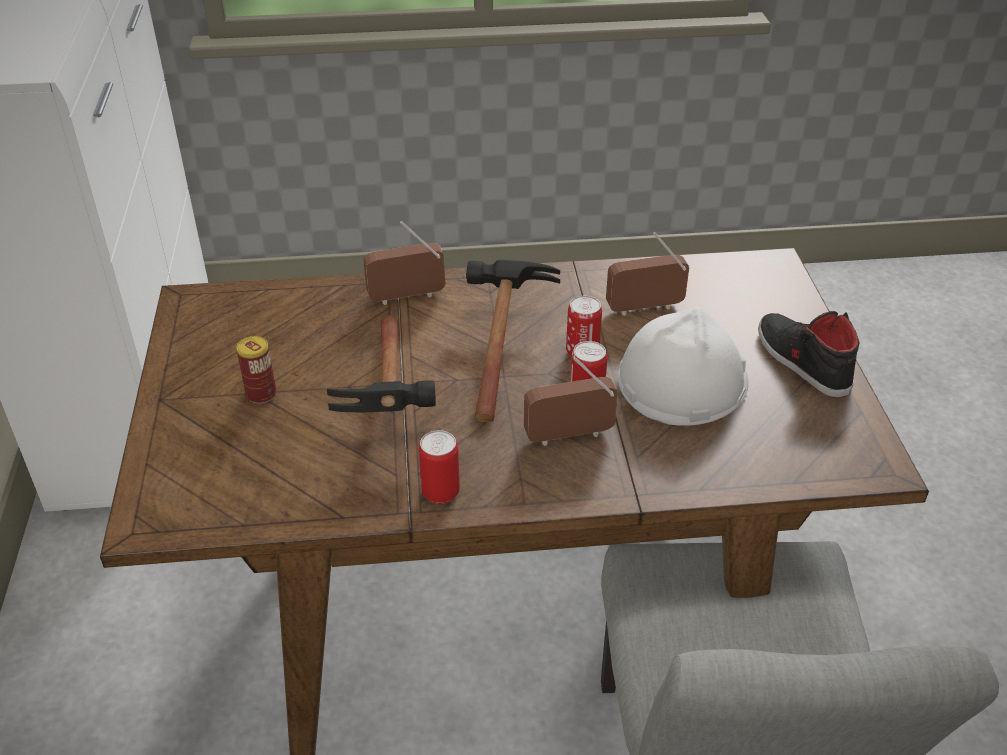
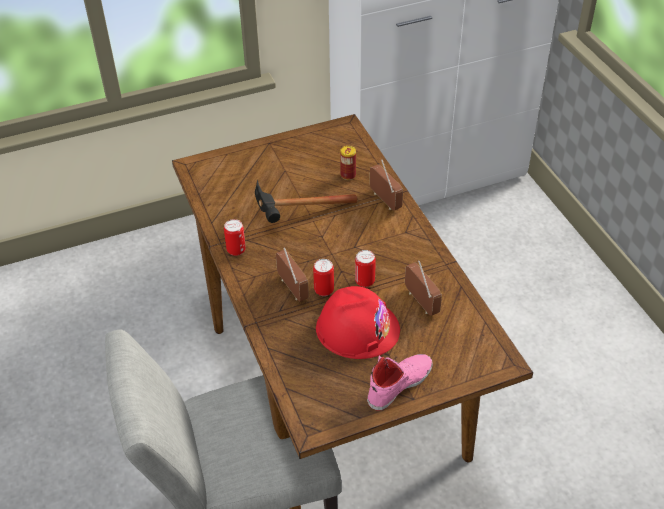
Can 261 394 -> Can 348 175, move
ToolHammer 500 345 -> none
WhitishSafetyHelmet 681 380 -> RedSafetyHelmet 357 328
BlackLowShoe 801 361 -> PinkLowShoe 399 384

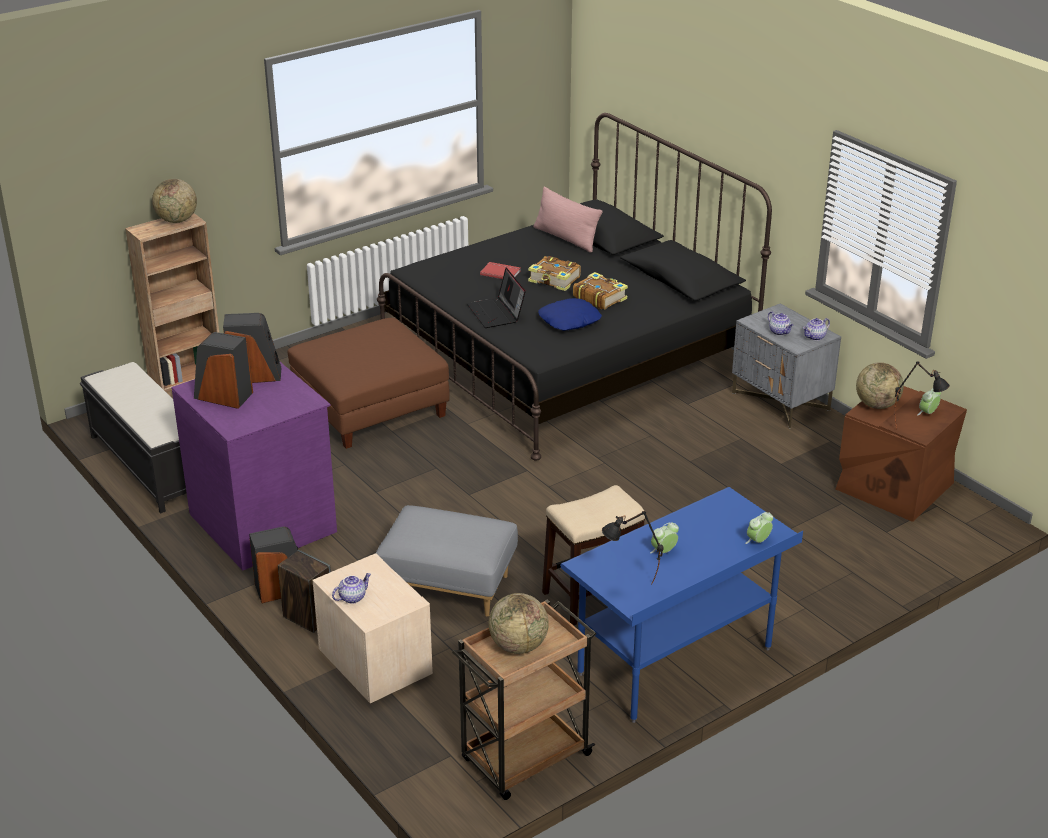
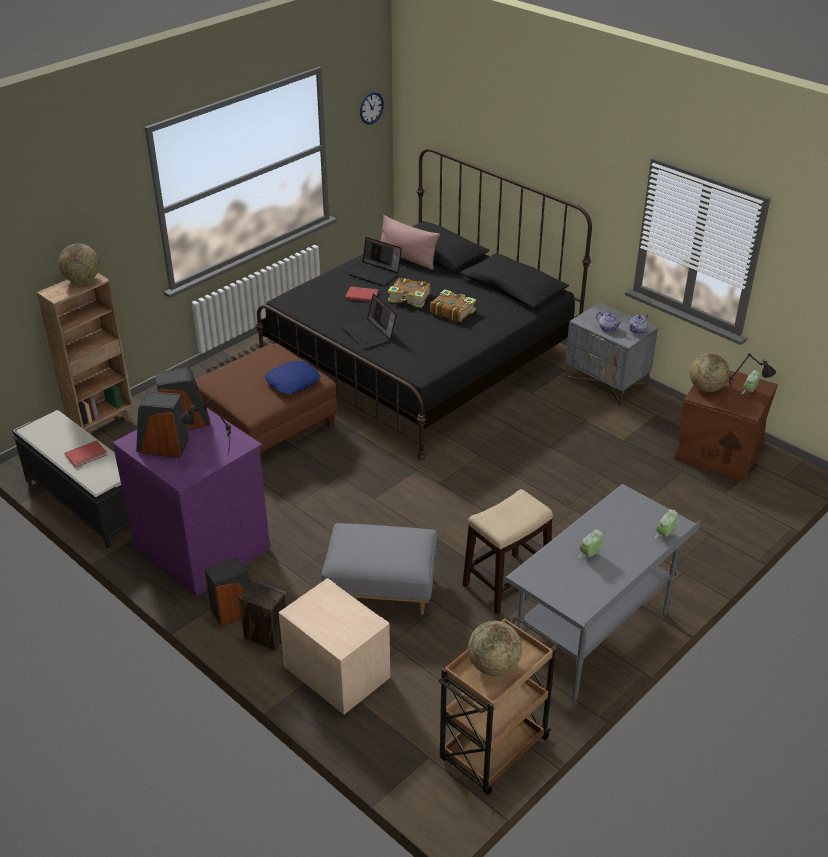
PotForTea 352 597 -> none
BlueColouredCushion 570 321 -> BlueColouredCushion 293 382, move
BlueColouredDeskTable 675 662 -> GreyDeskTable 592 638
BlackTableLamp 630 587 -> BlackTableLamp 210 460, move
none -> RedBook 86 455
none -> NotebookComputer 376 273
none -> WallClock 371 108

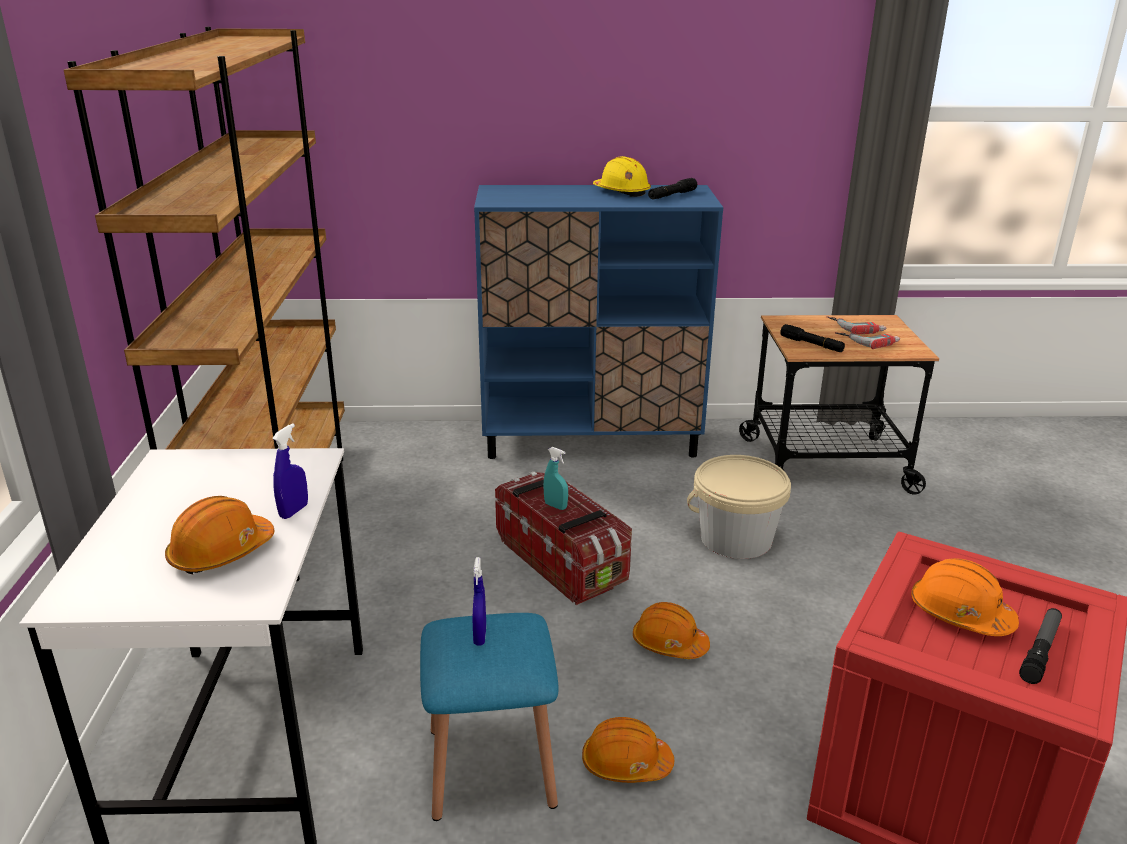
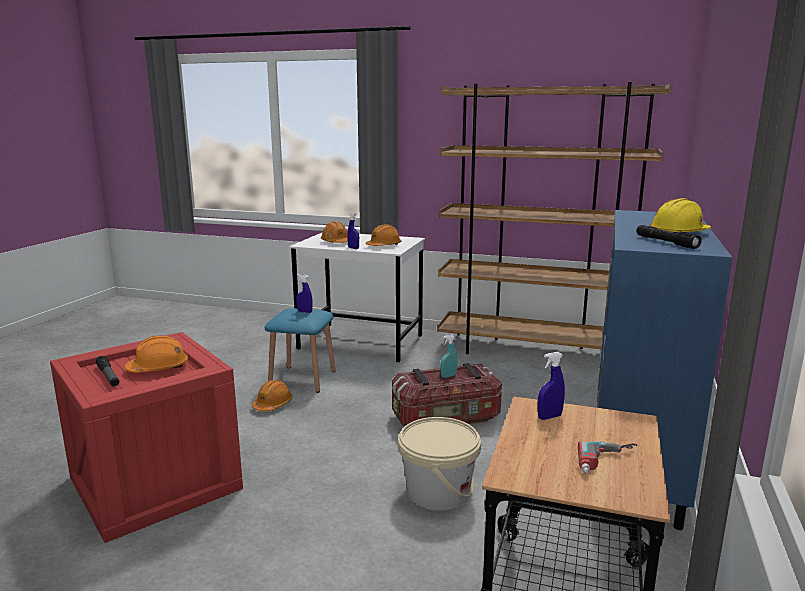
OrangeSafetyHelmet 669 644 -> OrangeSafetyHelmet 384 246, move
BlackFlashlight 811 344 -> BlueColouredSprayBottle 549 417
ElectricDrill 867 340 -> none

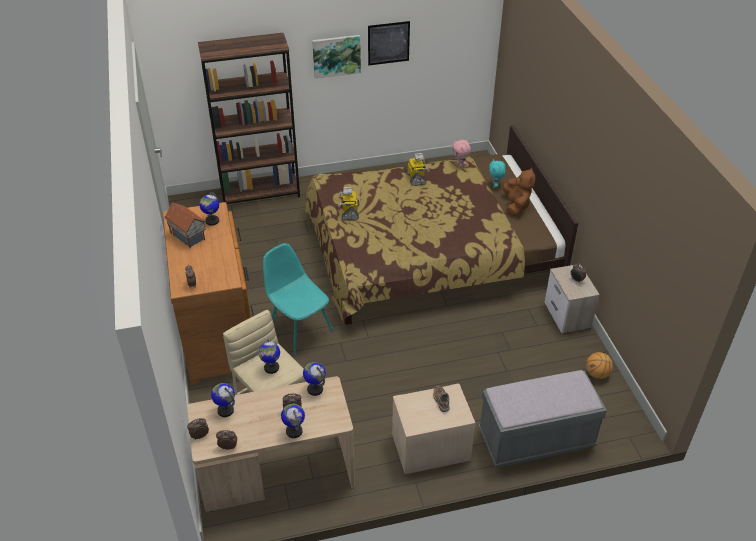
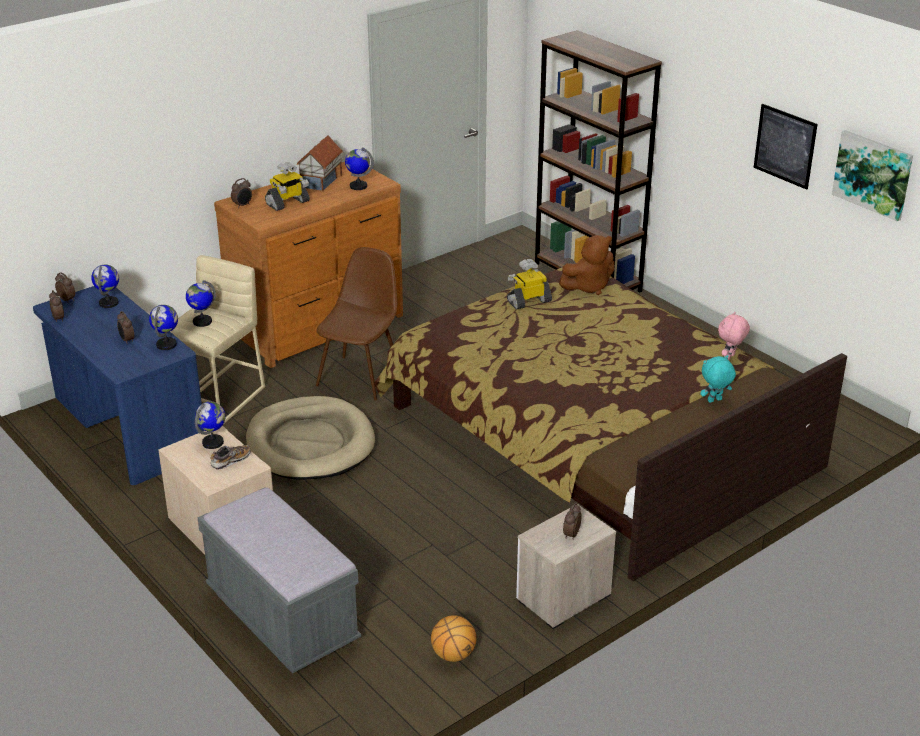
BeigeDeskTable 277 475 -> BlueColouredDeskTable 127 428
TurquoiseColouredUprightChair 299 330 -> BrownUprightChair 360 377
Globe 294 431 -> Globe 213 442, move
WallPicture 336 56 -> WallPicture 873 174, move
ModelRobot 416 178 -> ModelRobot 288 203, move
BrownSoftToy 516 206 -> BrownSoftToy 588 287, move
none -> BeigeDogCushion 310 444

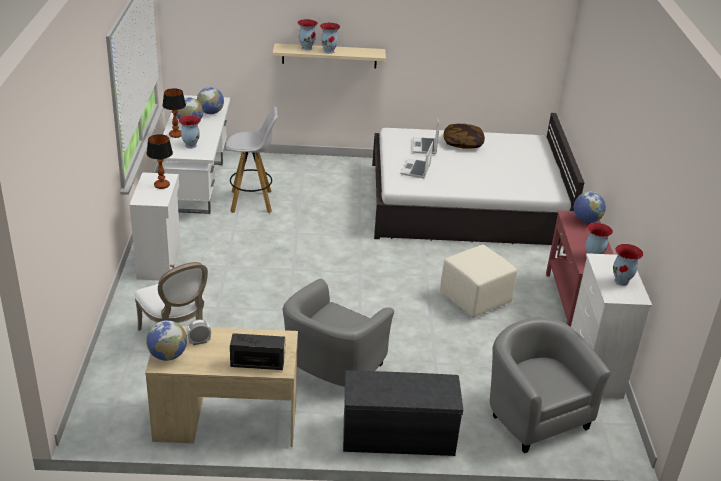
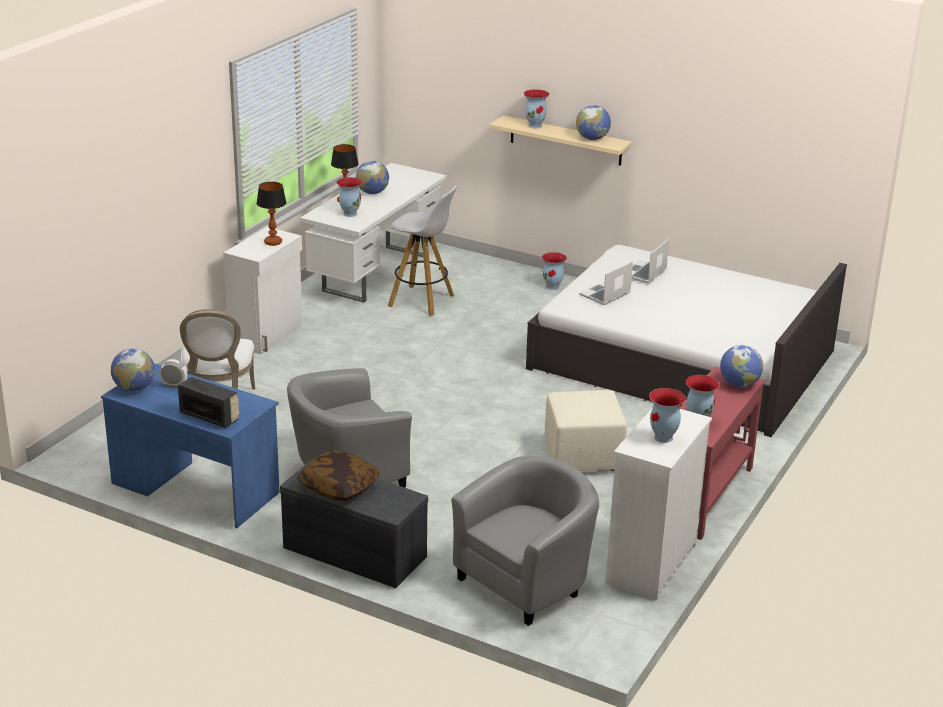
BeigeDeskTable 226 421 -> BlueColouredDeskTable 195 488
Globe 210 113 -> Globe 592 139, move
FlowerVase 329 51 -> FlowerVase 553 287, move
Cushion 463 143 -> Cushion 338 487, move
GreyLoungeChair 534 415 -> GreyLoungeChair 527 582, 45 degrees clockwise

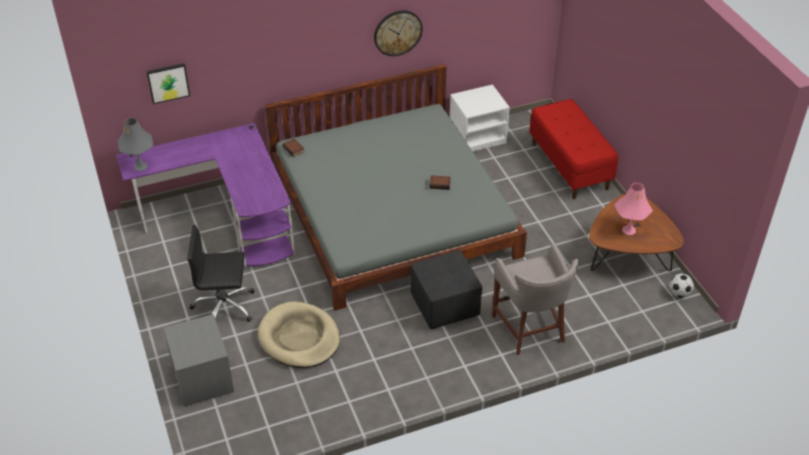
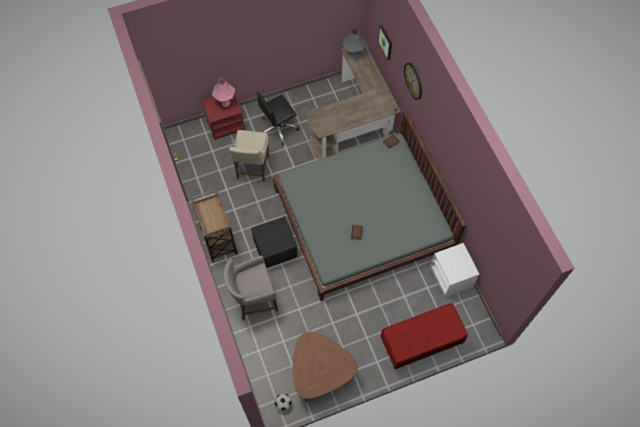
PurplishDeskTable 227 218 -> BrownDeskTable 355 122
GreyNightstand 201 378 -> RedNightstand 225 123
BlackOfficeChair 224 307 -> BlackOfficeChair 278 129, 120 degrees counterclockwise
BeigeDogCushion 299 338 -> BeigeUprightChair 252 169
WallClock 397 32 -> WallClock 413 81, move
PinkTableLamp 629 230 -> PinkTableLamp 225 103, move
none -> BrownTrolley 218 239

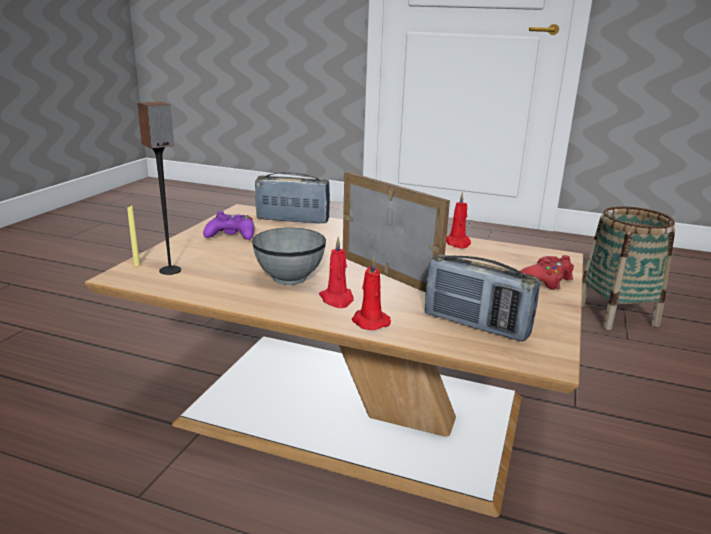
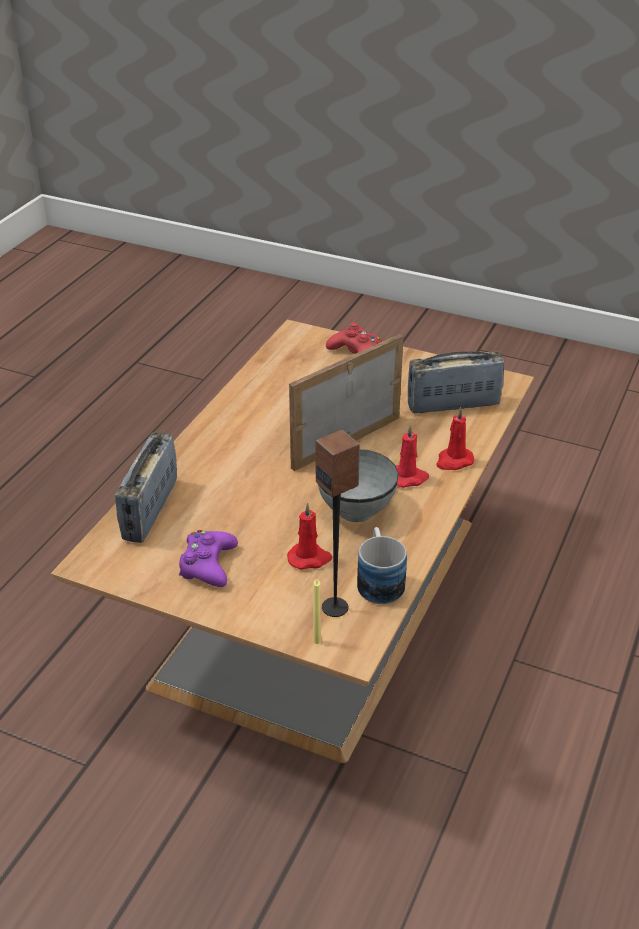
RadioReceiver 476 325 -> RadioReceiver 453 405, 135 degrees counterclockwise
RedWaxCandle 457 243 -> RedWaxCandle 310 558, move
HouseholdBasket 616 315 -> none
none -> Mug 379 580

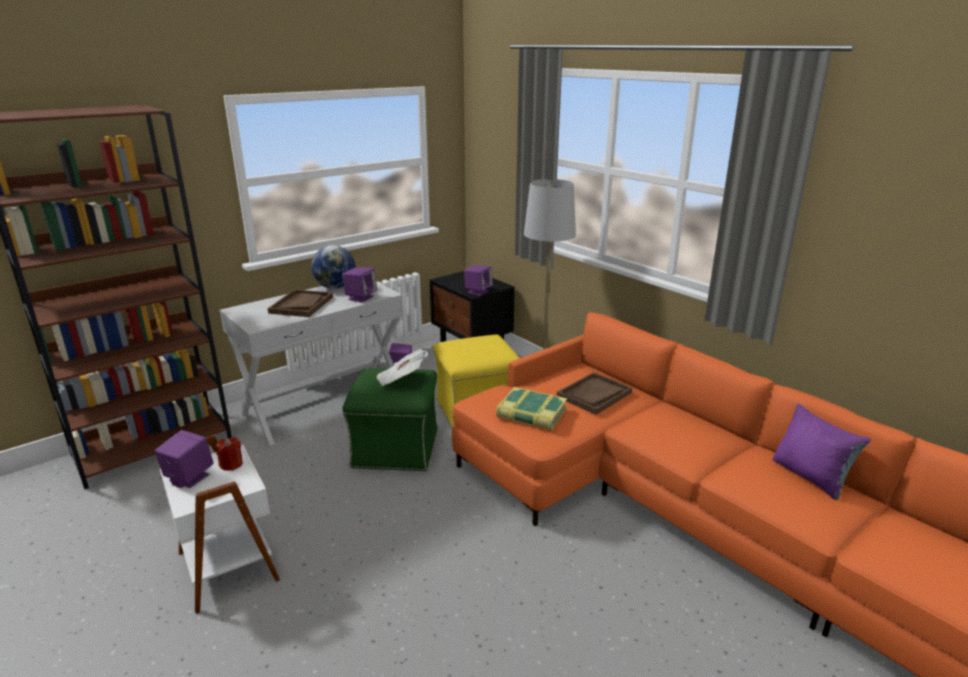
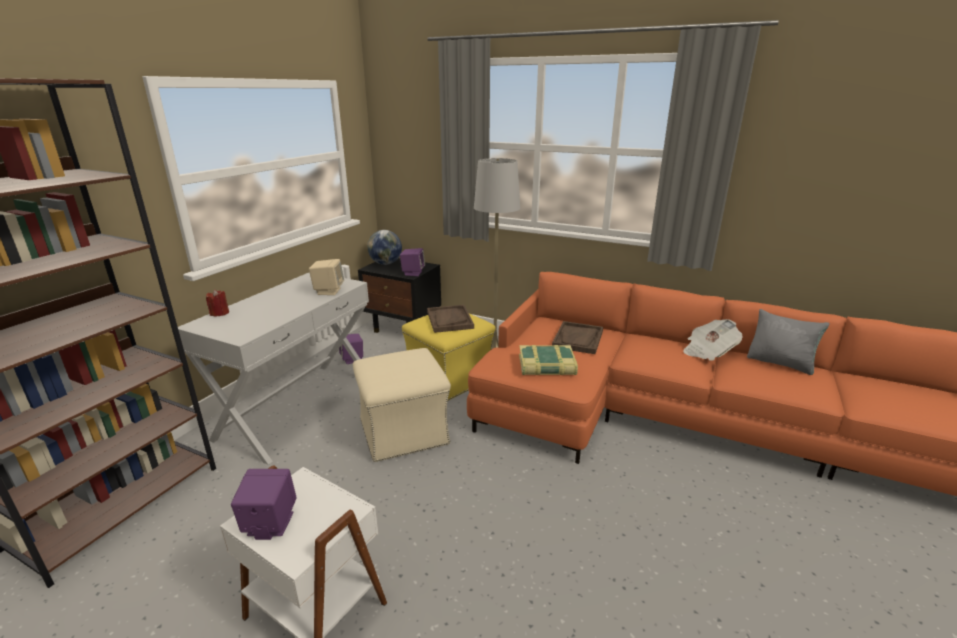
RedWaxCandle 231 464 -> RedWaxCandle 220 313, move
BrownServingTray 301 305 -> BrownServingTray 449 320, move
Globe 335 287 -> Globe 385 263, move
PurplishLoudspeaker 360 298 -> BeigeLoudspeaker 328 291
GreenOttoman 396 448 -> BeigeOttoman 404 431
Newspaper 401 380 -> Newspaper 708 351, move
PurplishCushion 810 477 -> GreyCushion 780 363

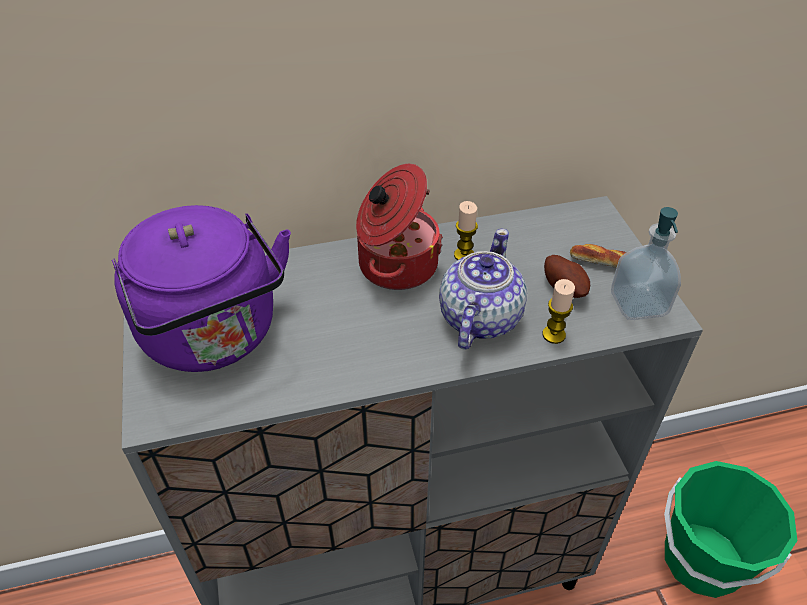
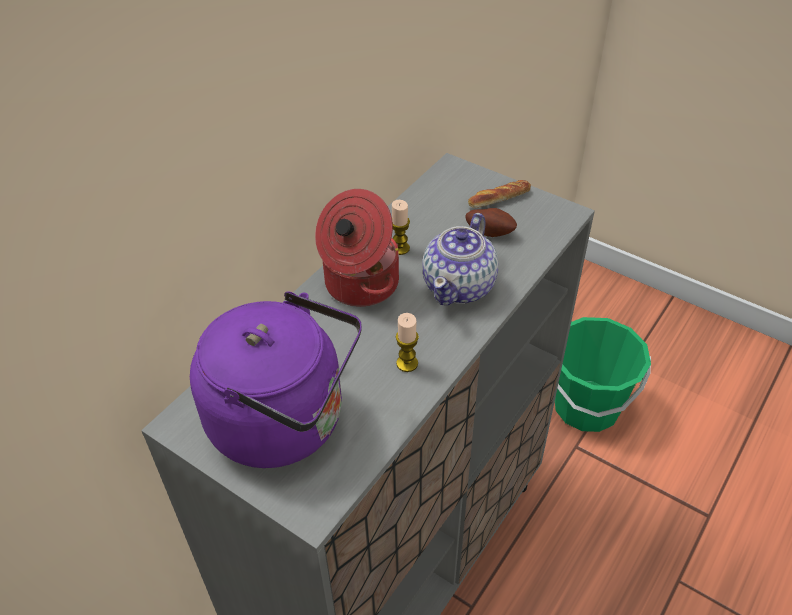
PotForTea 478 318 -> PotForTea 460 286, 135 degrees counterclockwise
WaxCandle 553 335 -> WaxCandle 407 363, move
LiquidSoapBottle 638 304 -> none

